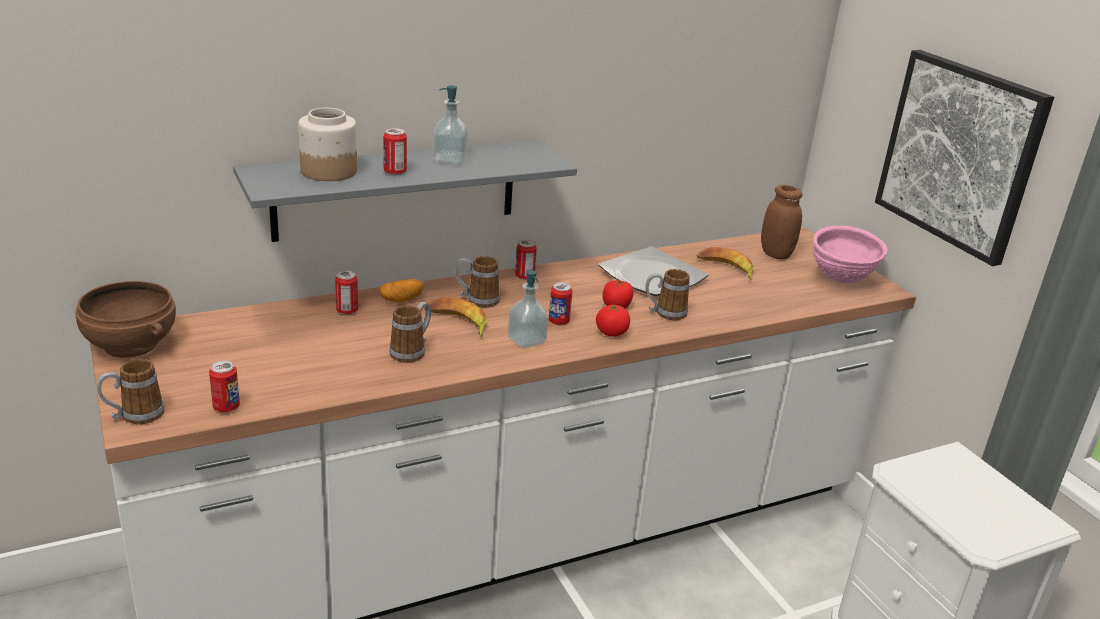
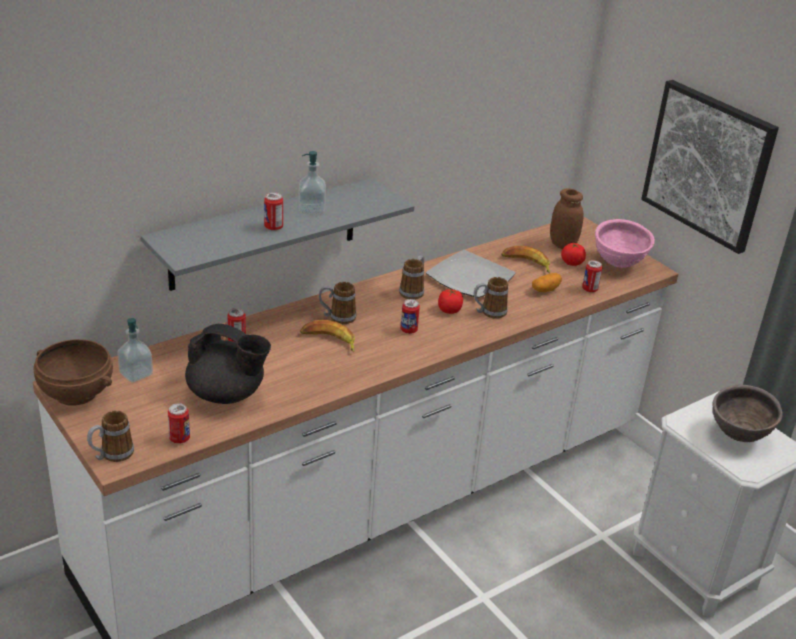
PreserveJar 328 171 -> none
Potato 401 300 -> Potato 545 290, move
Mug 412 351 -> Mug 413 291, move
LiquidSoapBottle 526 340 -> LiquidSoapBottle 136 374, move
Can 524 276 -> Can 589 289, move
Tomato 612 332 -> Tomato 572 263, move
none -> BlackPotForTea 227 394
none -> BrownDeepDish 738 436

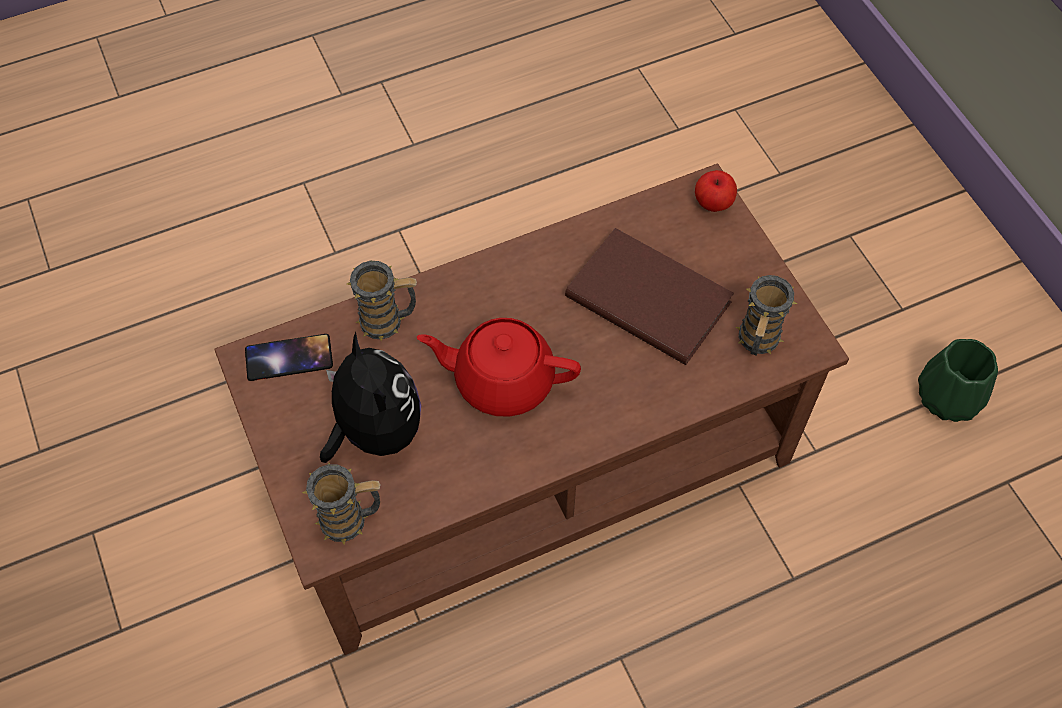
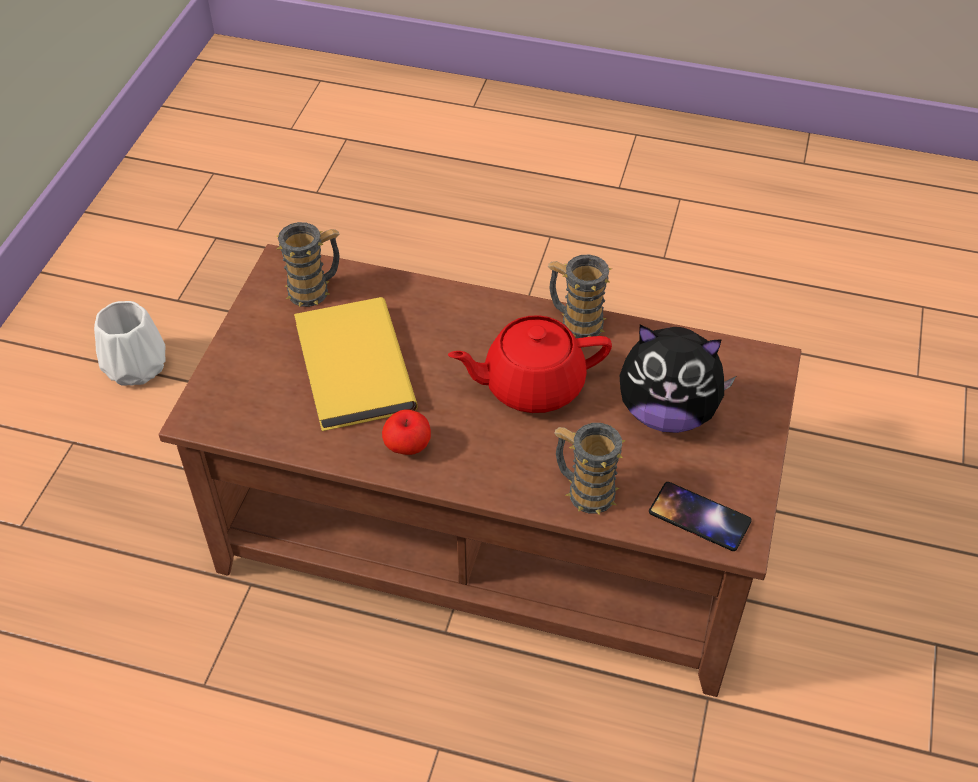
Mug 351 519 -> Mug 575 322, move
SoftToy 375 430 -> SoftToy 667 412, 90 degrees counterclockwise
RedPotForTea 502 380 -> RedPotForTea 531 384, 120 degrees clockwise
BrownBook 648 296 -> YellowishBook 351 369
WholeApple 713 203 -> WholeApple 407 447, move
GreenFlowerVase 950 397 -> WhitishFlowerVase 135 366

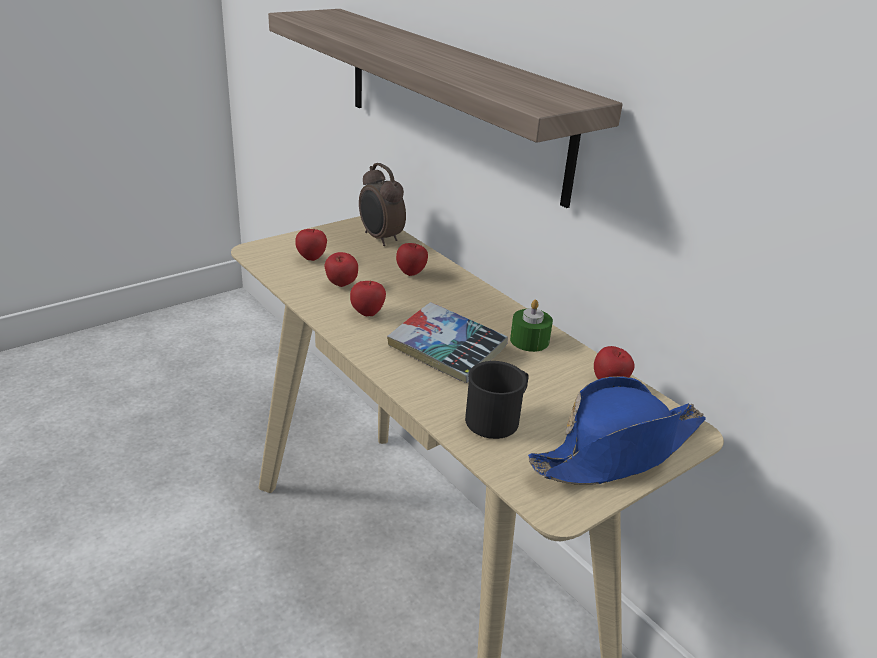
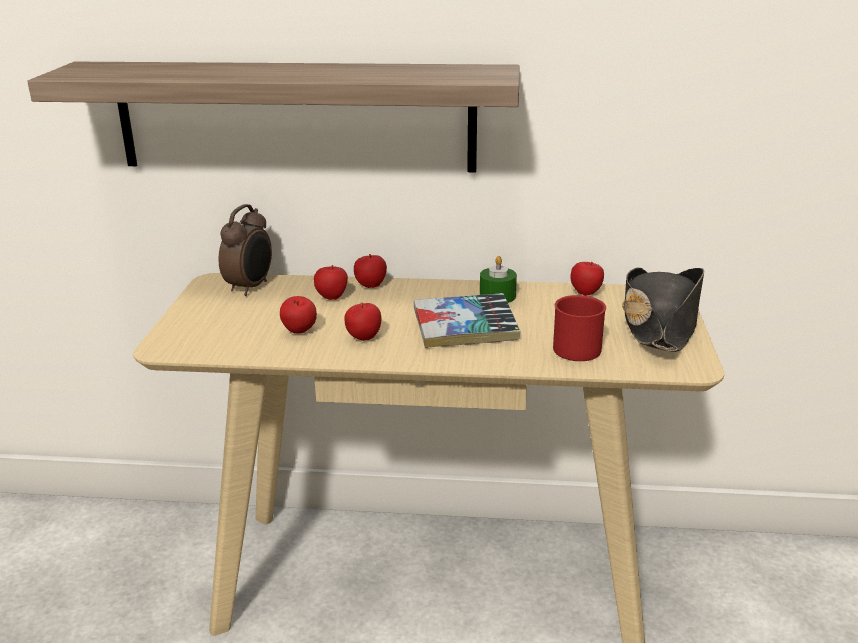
WholeApple 312 258 -> WholeApple 370 286, move
BedsideClock 380 238 -> BedsideClock 250 287, 75 degrees counterclockwise
BlackMug 498 418 -> RedMug 575 346
BlueColouredHat 618 450 -> BlackHat 659 323

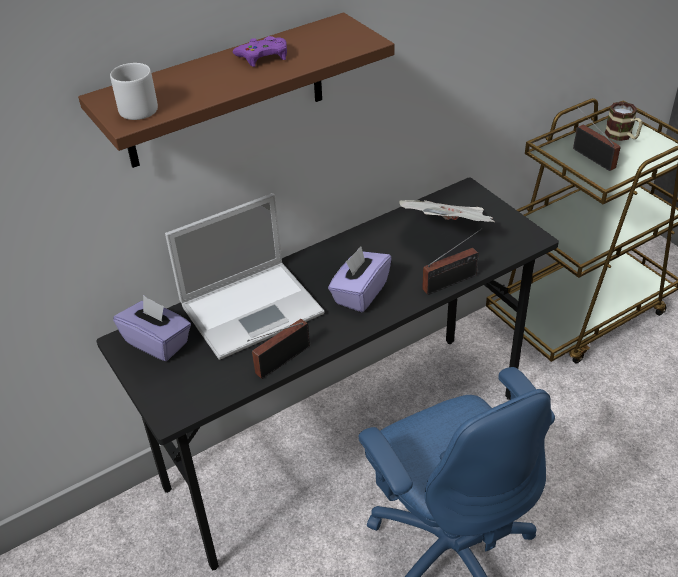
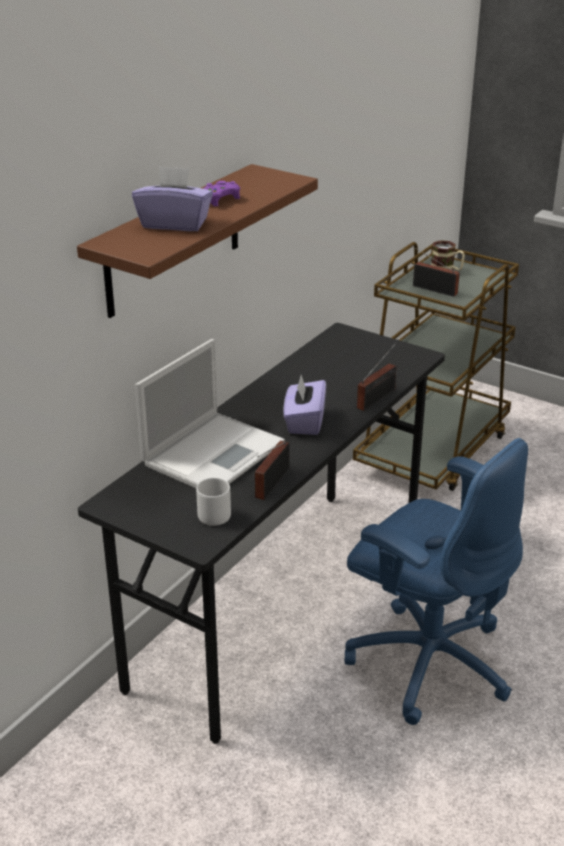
GreyMug 139 108 -> GreyMug 212 514, move
PurplishTissueBox 158 342 -> PurplishTissueBox 174 224, move
Newspaper 449 231 -> none

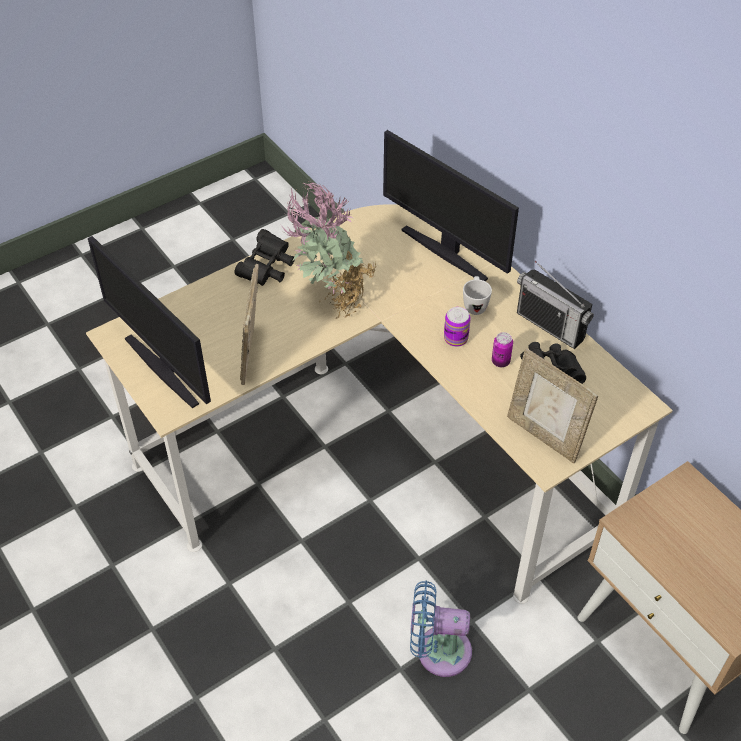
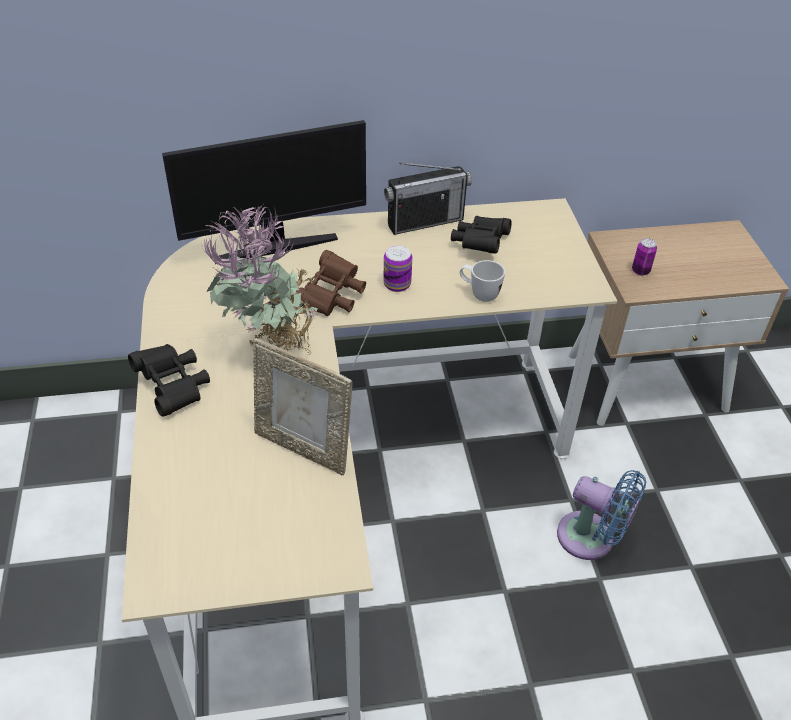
ComputerScreen 164 369 -> none
BlueColouredCoolingFan 437 650 -> BlueColouredCoolingFan 591 539, 90 degrees counterclockwise
WhitishMug 475 305 -> WhitishMug 479 294, move
Can 500 362 -> Can 640 271, move
StandingFrame 544 436 -> none
none -> BrownPairOfBinoculars 332 297

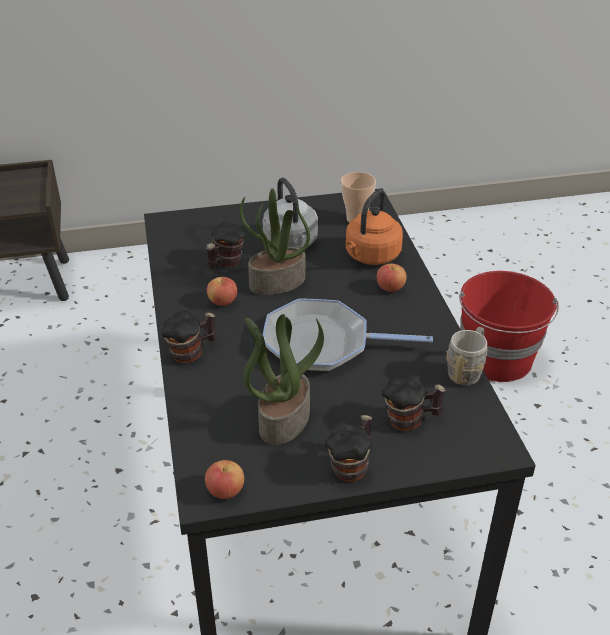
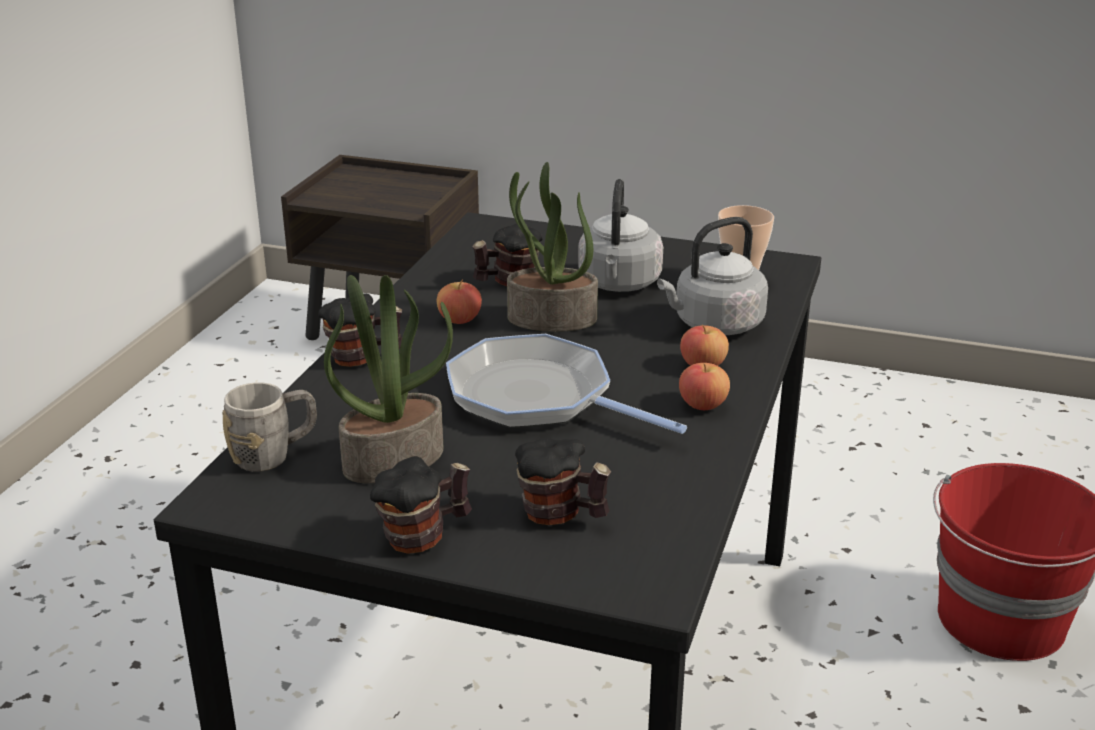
WholeApple 225 490 -> WholeApple 703 405, move
OrangeWaterKettle 371 256 -> GreyWaterKettle 714 325
GreyMug 467 370 -> GreyMug 274 455, move

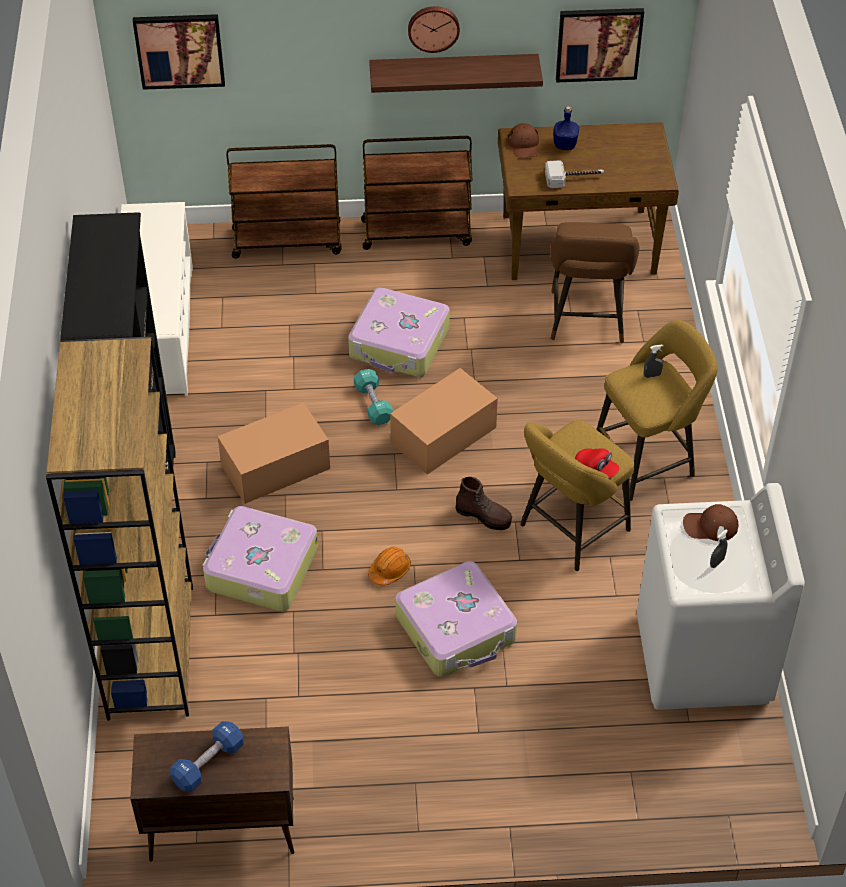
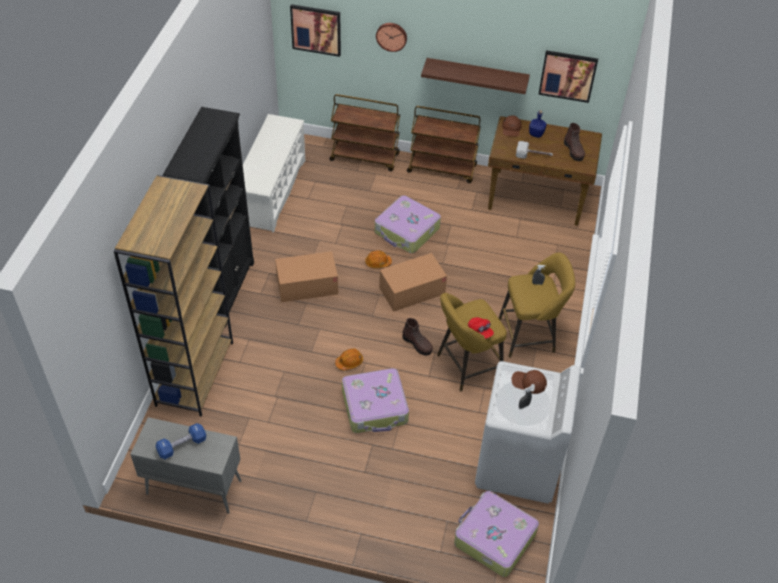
BrownCupboard 220 829 -> GreyCupboard 193 487
Suitcase 260 568 -> Suitcase 493 538, move
TurquoiseColouredHandWeight 373 404 -> OrangeSafetyHelmet 377 263
WallClock 433 27 -> WallClock 391 36, move
BrownStoolSeat 587 321 -> none
none -> BrownBoot 573 151

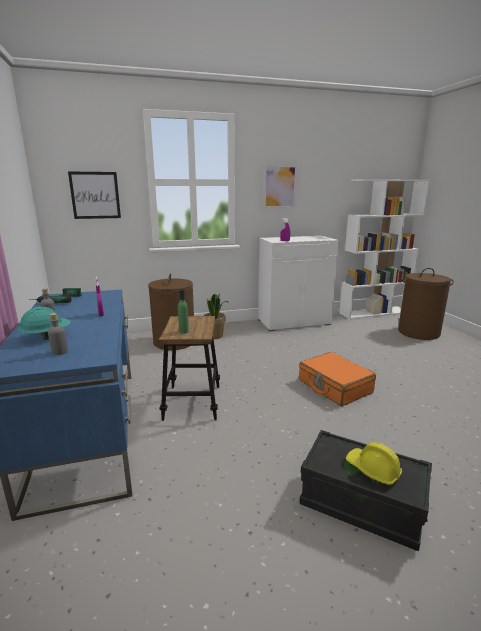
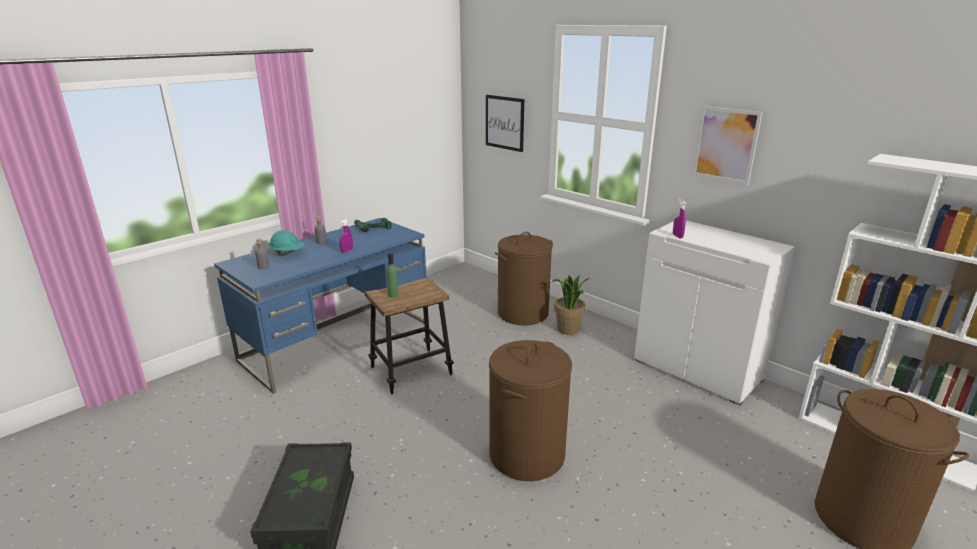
OrangeSuitcase 334 386 -> BrownLaundryBasket 527 455
YellowishSafetyHelmet 372 470 -> none

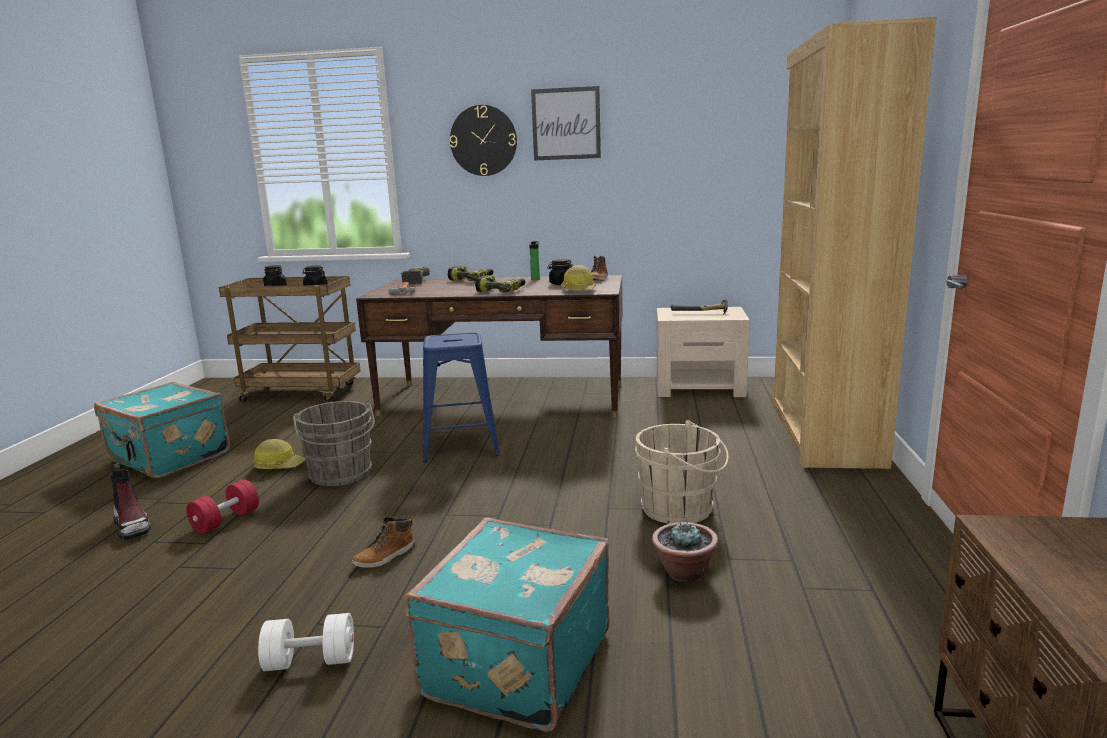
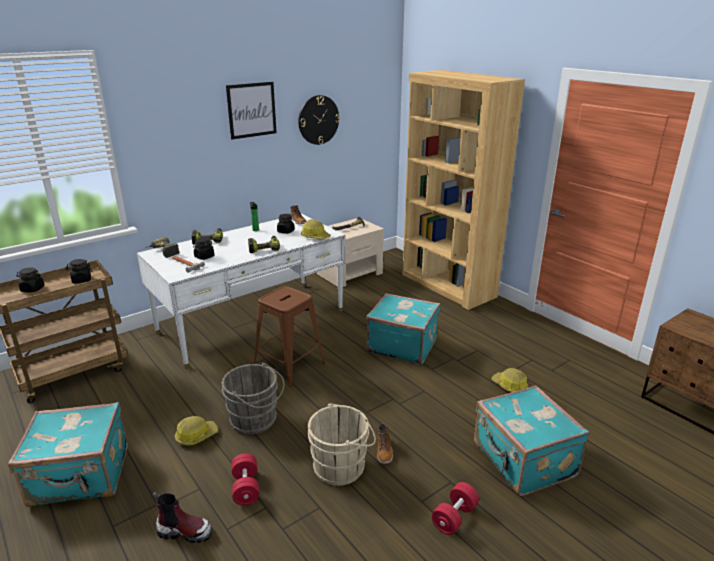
WhitishHandWeight 310 661 -> RedHandWeight 454 517
BrownDeskTable 503 399 -> WhitishDeskTable 252 321
BlueColouredStoolSeat 461 444 -> BrownStoolSeat 289 365
WallClock 483 140 -> WallClock 318 120, move
BeigeBucket 681 509 -> BeigeBucket 342 466, move
PottedPlant 684 573 -> SafetyHelmet 509 386
none -> BlackPreserveJar 204 257
none -> TurquoiseColouredSuitcase 402 345

